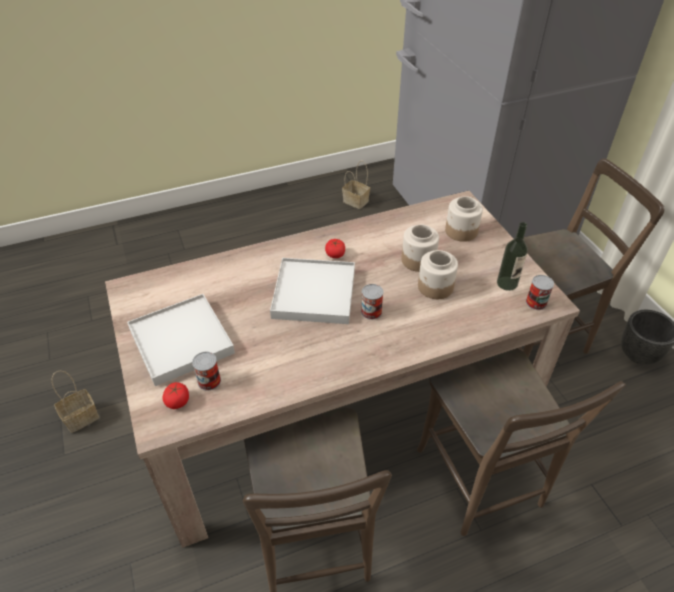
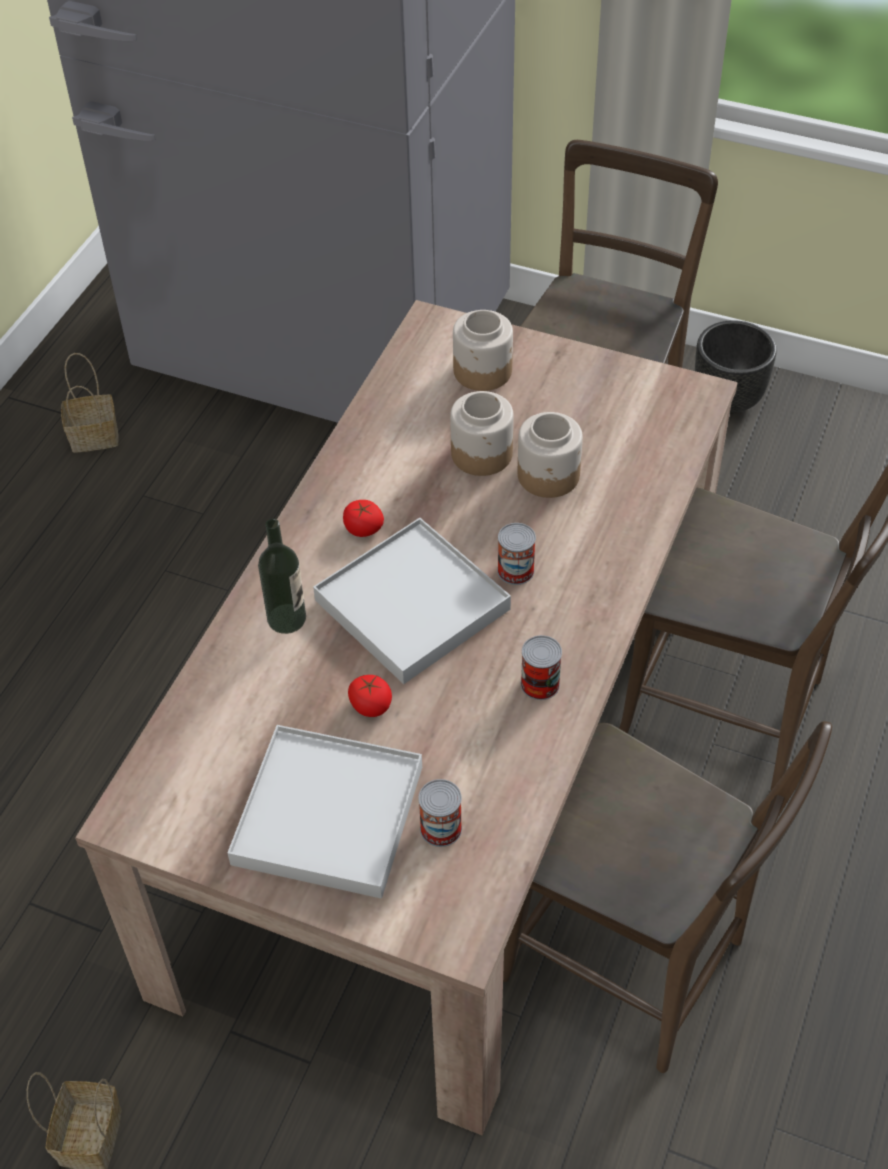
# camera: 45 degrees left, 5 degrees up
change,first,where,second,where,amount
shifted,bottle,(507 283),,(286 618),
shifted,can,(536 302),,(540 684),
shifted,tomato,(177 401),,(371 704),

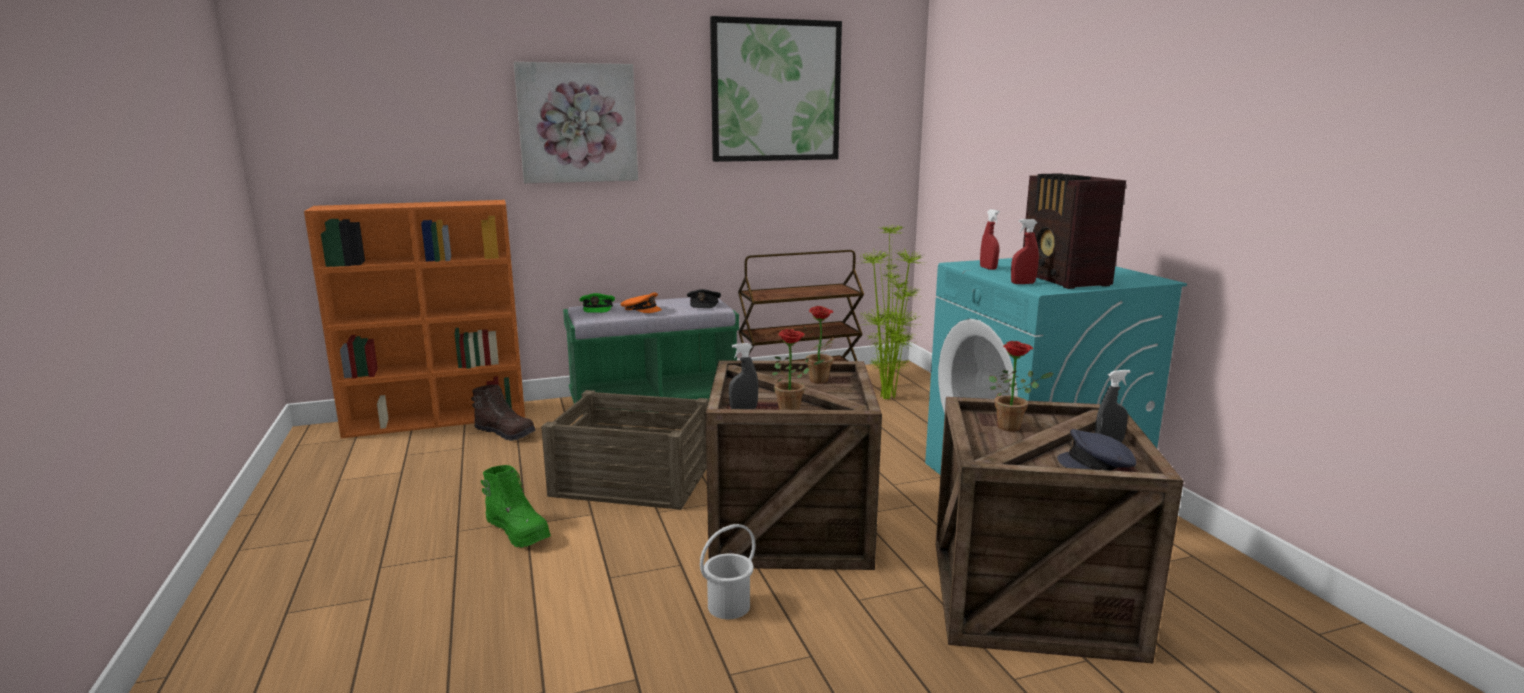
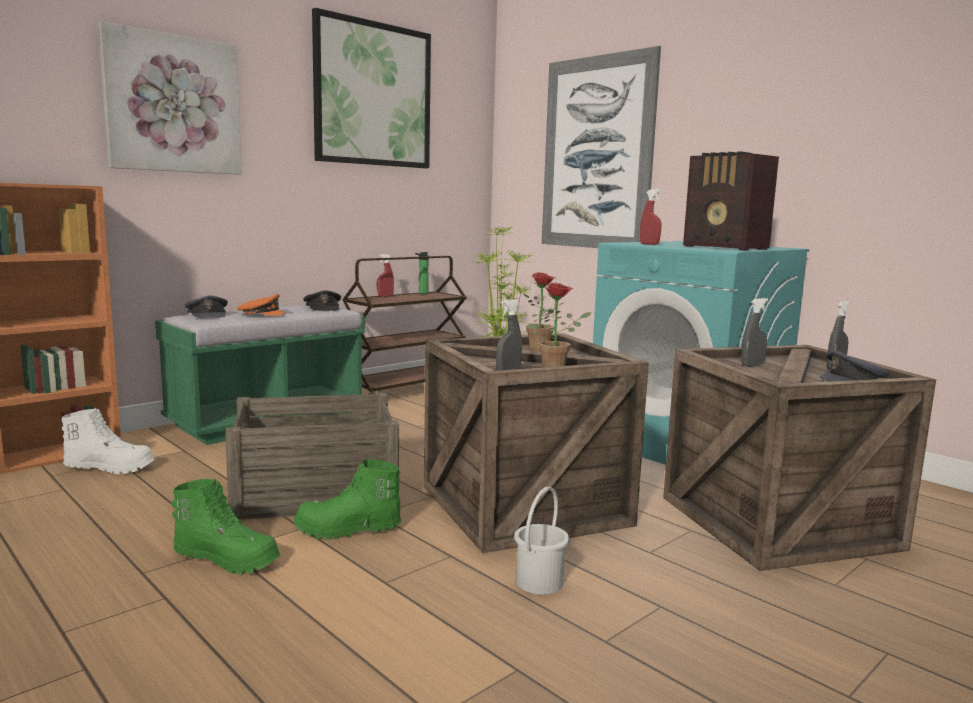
# camera: 25 degrees left, 5 degrees down
change,first,where,second,where,amount
shifted,red spray bottle,(1022 283),,(385 296),
repainted,green cap,(597 308),grey cap,(207 315),
swapped,potted plant,(1013 427),grey spray bottle,(752 365),
repainted,brown boot,(506 433),white boot,(111 467),
new,,,picture,(597 153),
new,,,bottle,(422 293),
new,,,green boot,(347 530),

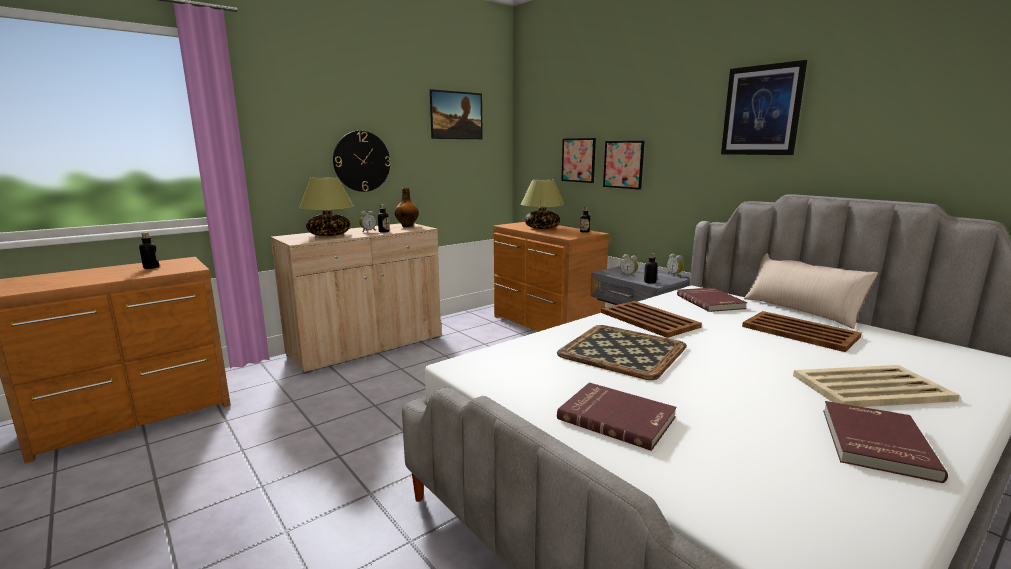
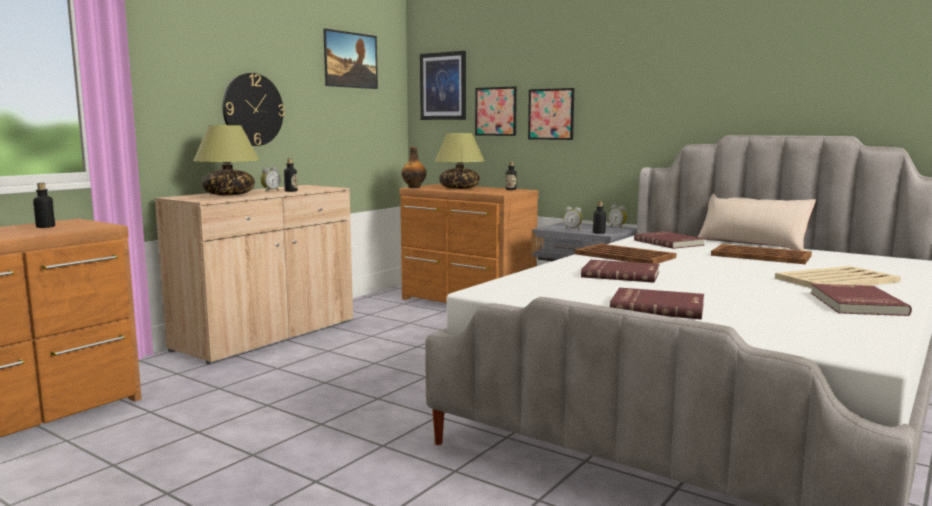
# camera: 15 degrees left, 5 degrees down
change,first,where,second,where,amount
shifted,picture,(761 110),,(443 86),
shifted,bottle,(407 226),,(414 187),
swapped,tray,(622 350),red book,(621 274),

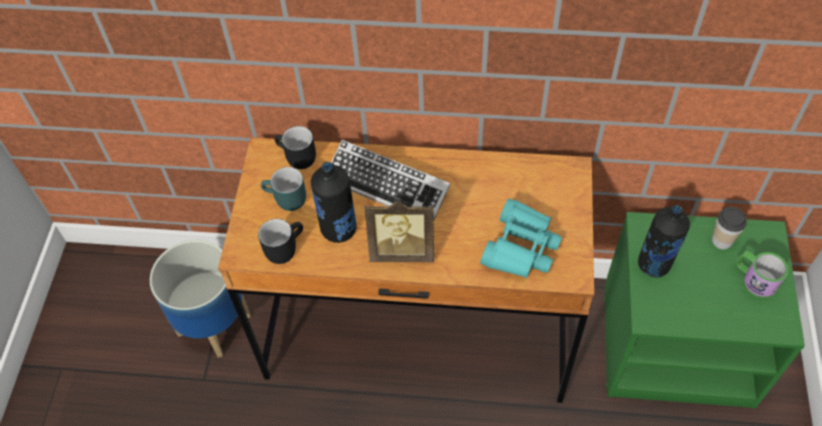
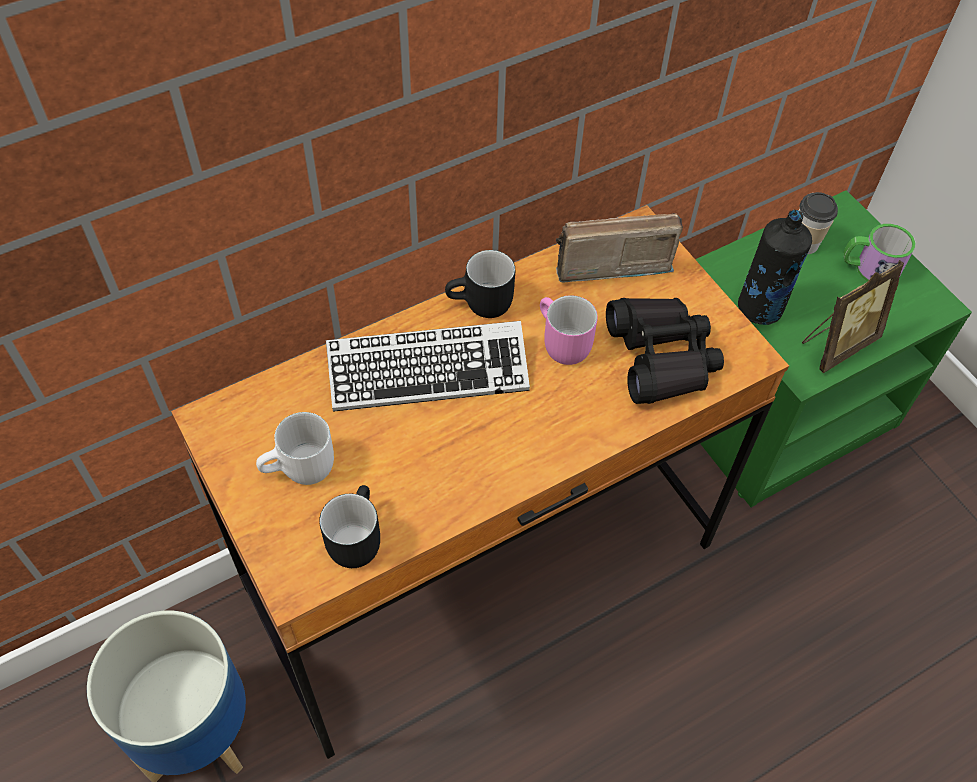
# camera: 40 degrees left, 0 degrees up
change,first,where,second,where,amount
shifted,black mug,(296 158),,(481 306),
gone,black bottle,(338 229),,,
repainted,turquoise mug,(286 201),white mug,(301 471),
repainted,turquoise binoculars,(521 247),black binoculars,(661 357),
shifted,picture frame,(402 250),,(837 344),
new,,,radio,(606 260),
new,,,pink mug,(559 344),

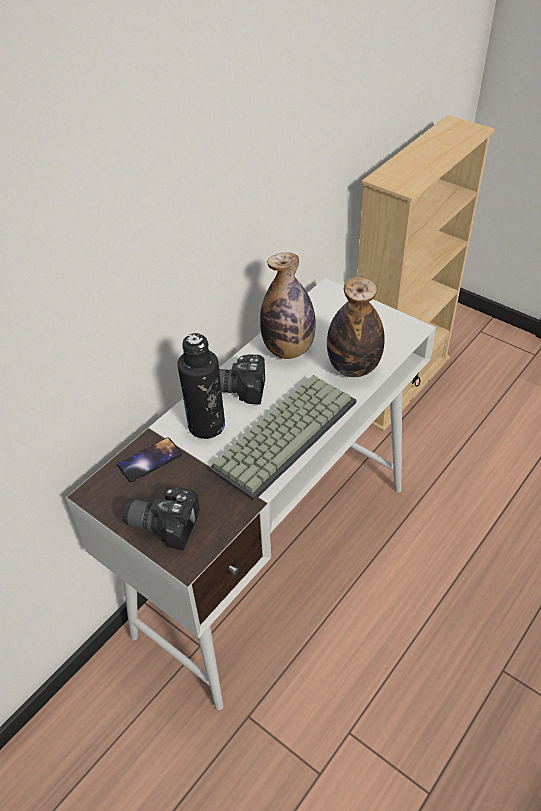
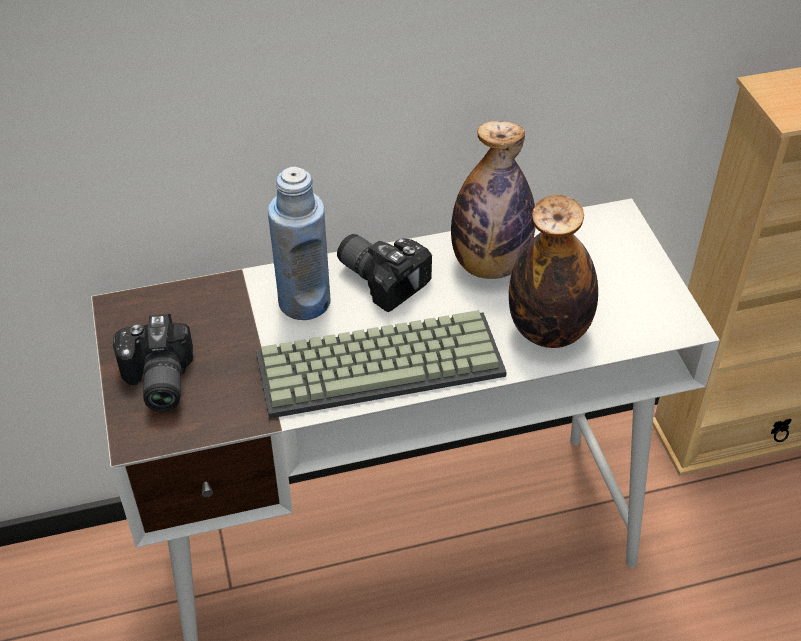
# camera: 35 degrees right, 0 degrees up
change,first,where,second,where,amount
repainted,black bottle,(206 425),blue bottle,(304 302),
gone,phone,(149 460),,,
rotated,photo camera,(163 522),,(155 381),150 degrees counterclockwise

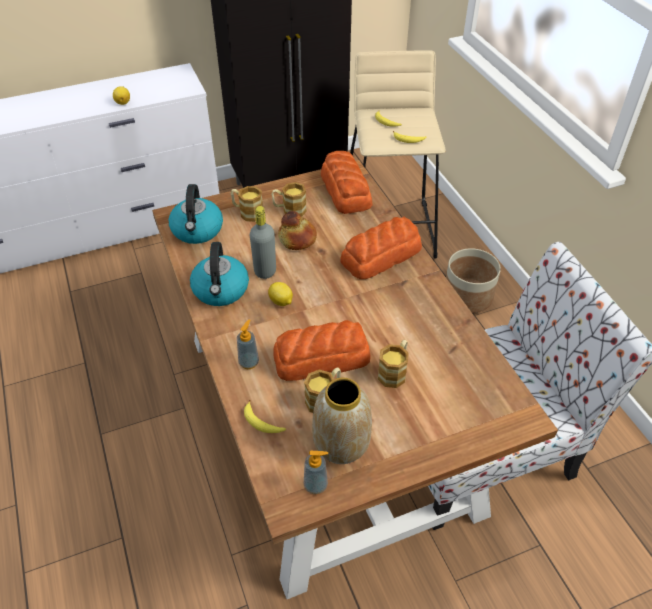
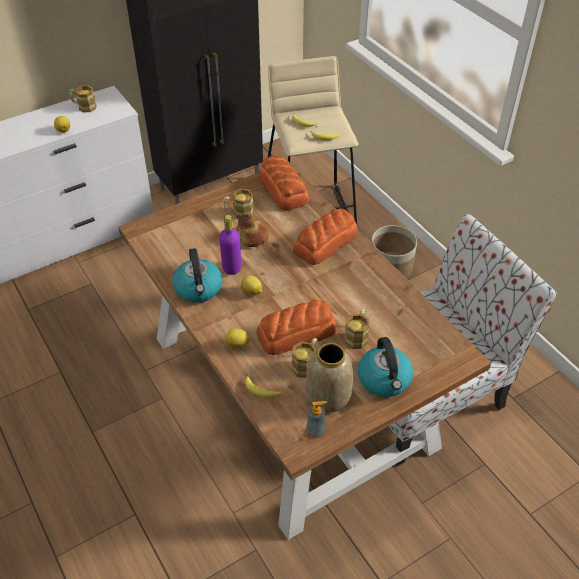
# camera: 10 degrees left, 0 degrees up
change,first,where,second,where,amount
shifted,kettle,(197 230),,(384 380),
shifted,mug,(247 212),,(84 106),
repainted,grey bottle,(265 271),purple bottle,(231 268),
swapped,soap dispenser,(249 362),lemon,(238 345),

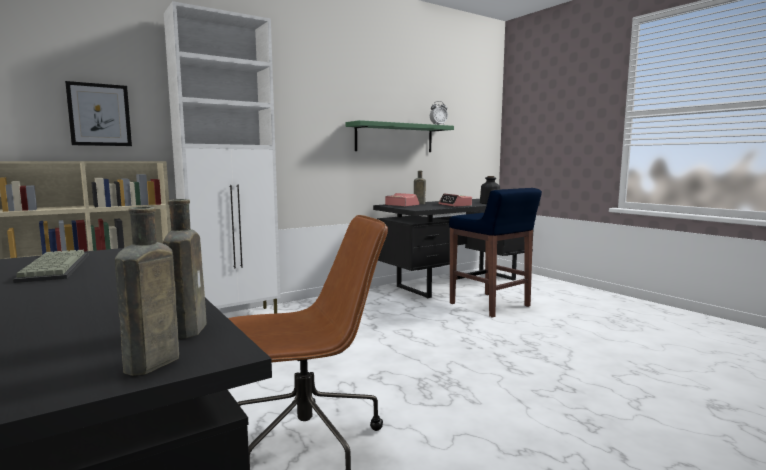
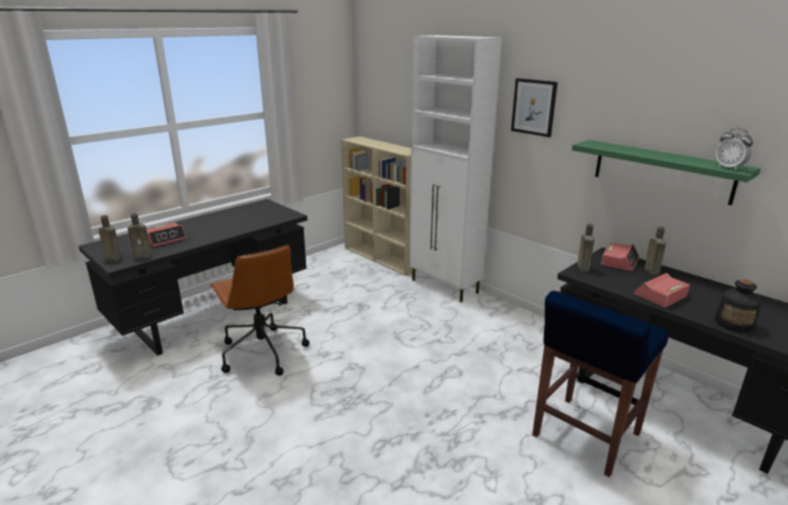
# camera: 80 degrees right, 15 degrees up
change,first,where,second,where,amount
shifted,picture,(99 115),,(534 107),
gone,keyboard,(53 267),,,
new,,,alarm clock,(165 239),
new,,,brown bottle,(582 267),

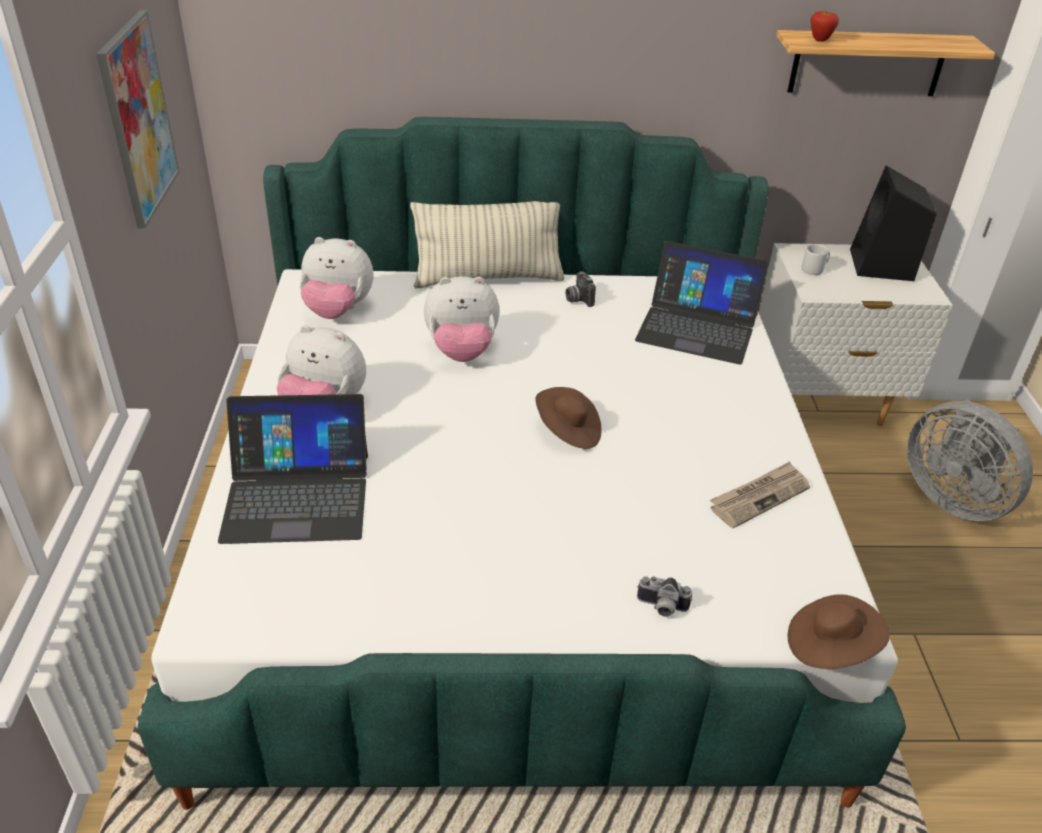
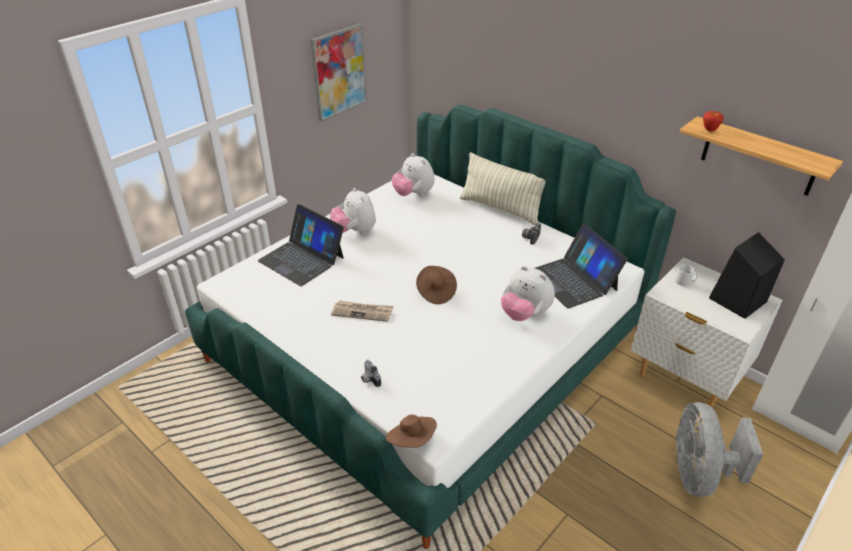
# camera: 45 degrees right, 0 degrees up
change,first,where,second,where,amount
shifted,plush toy,(462 352),,(524 314),
shifted,newspaper,(759 496),,(362 312),

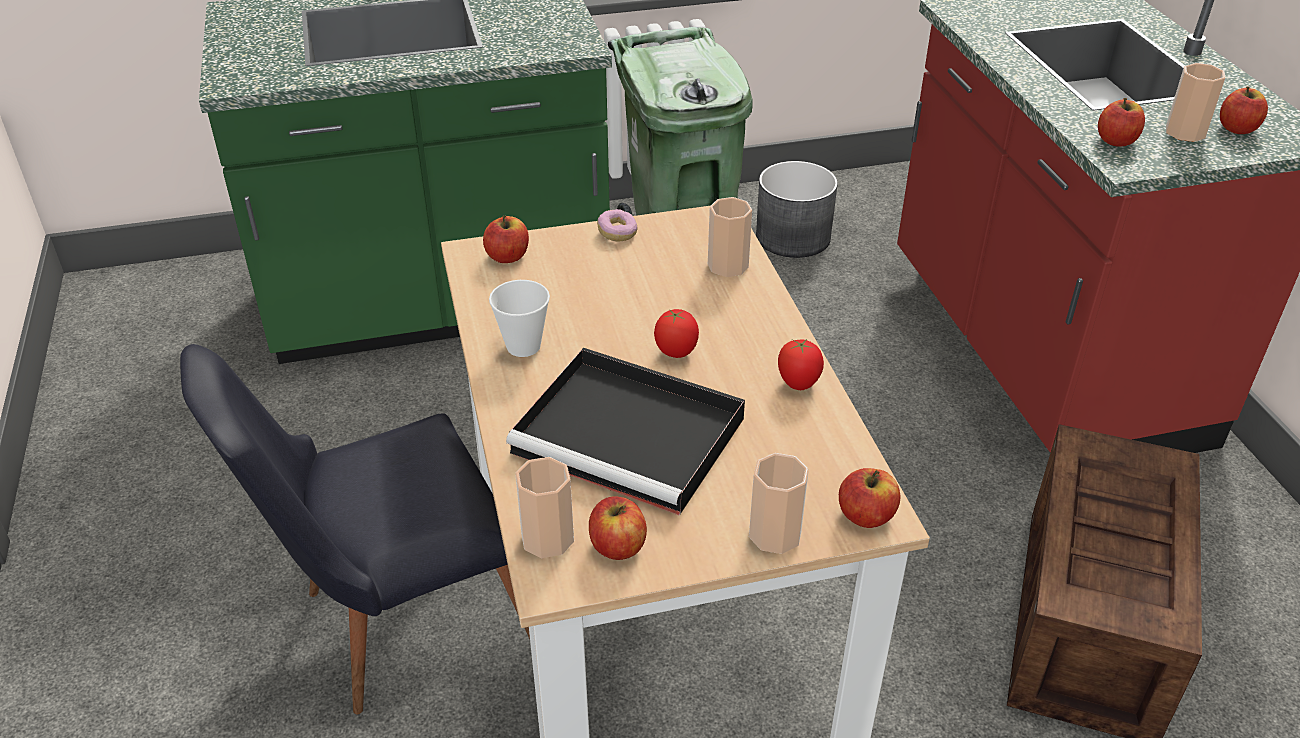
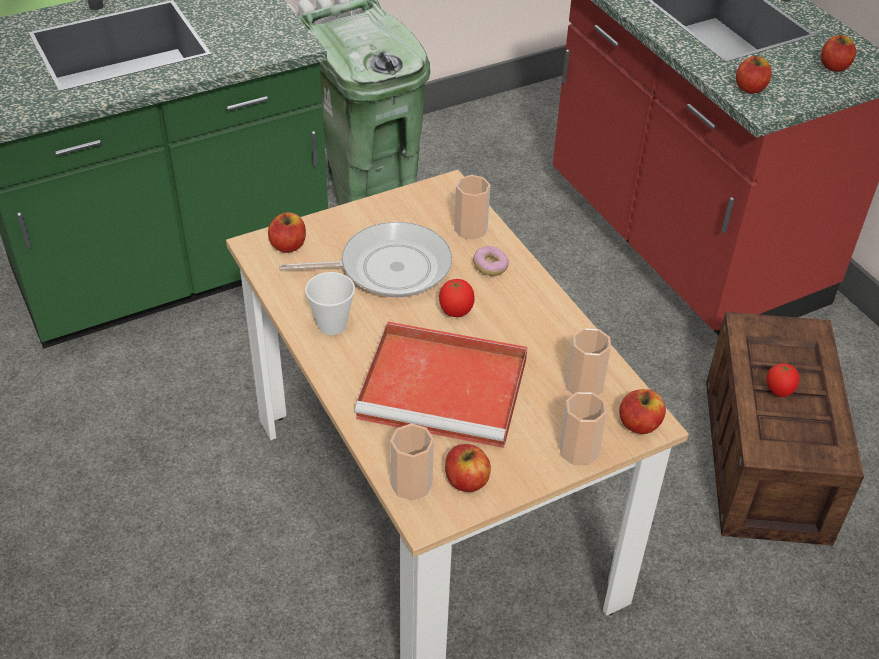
# camera: 15 degrees left, 5 degrees up
change,first,where,second,where,amount
shifted,cup,(1185 132),,(584 385),
gone,grey planter,(793 237),,,
shifted,donut,(617 233),,(490 267),
shifted,tomato,(798 384),,(779 392),
gone,black chair,(396 623),,,
repainted,black tray,(633 436),red tray,(446 389),
new,,,frying pan,(388 268),

